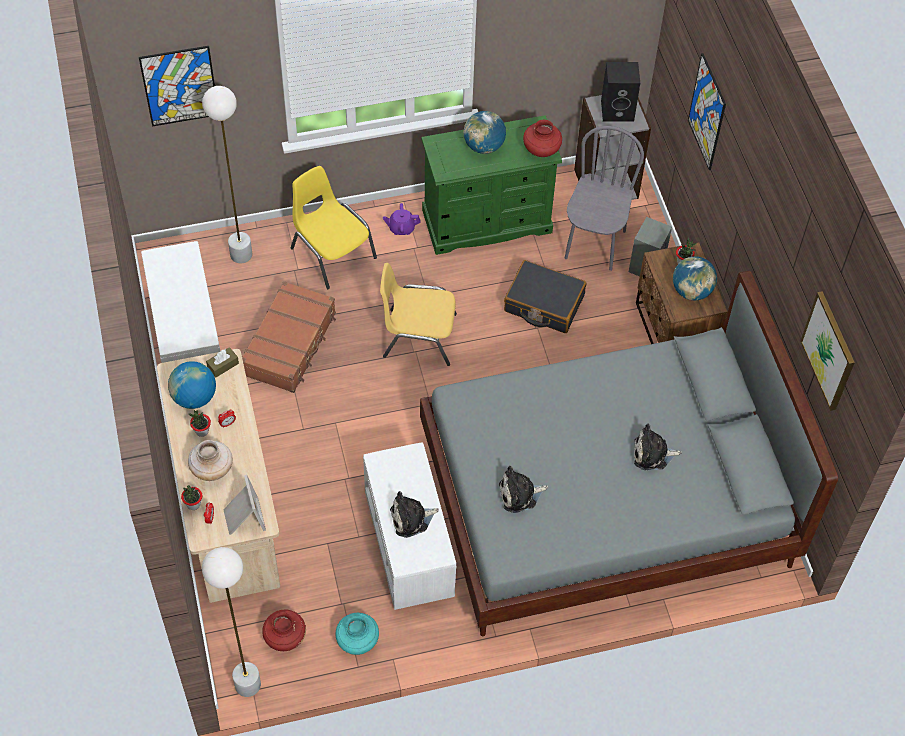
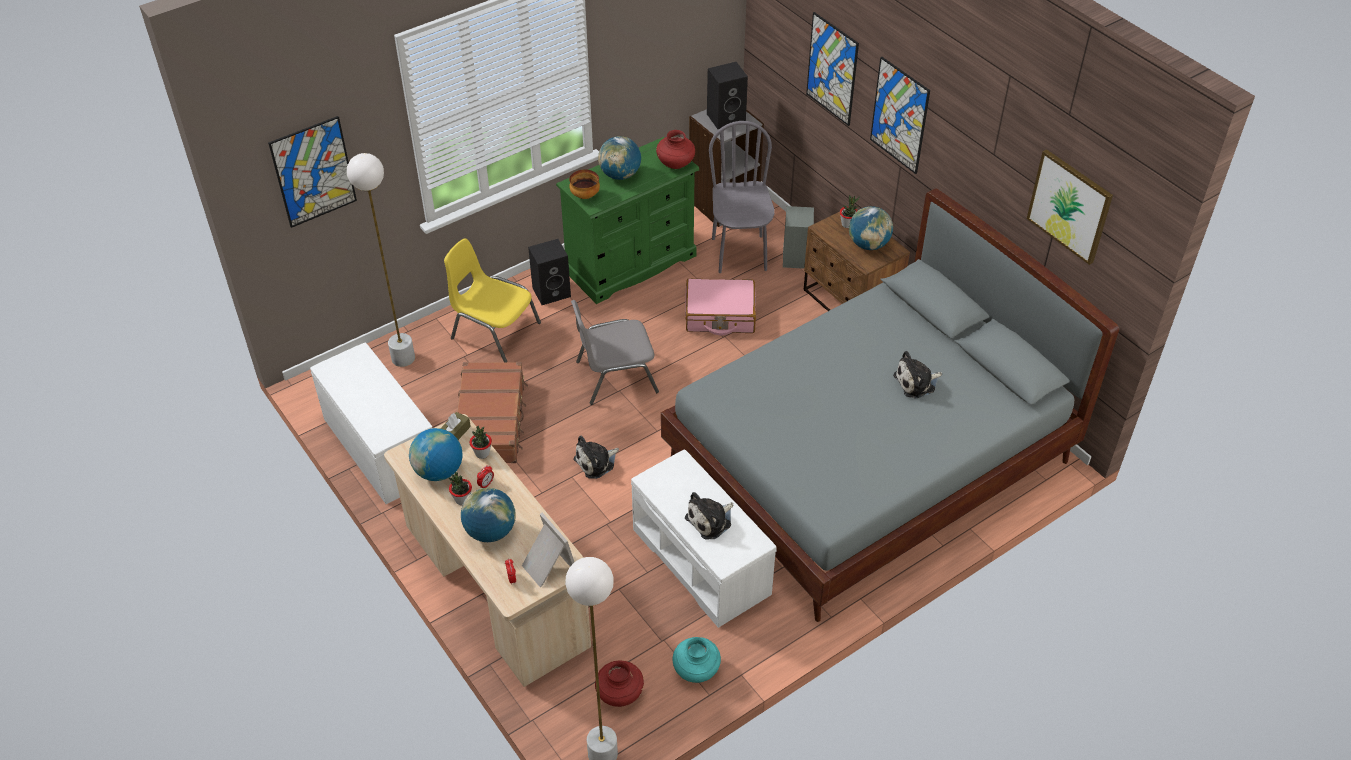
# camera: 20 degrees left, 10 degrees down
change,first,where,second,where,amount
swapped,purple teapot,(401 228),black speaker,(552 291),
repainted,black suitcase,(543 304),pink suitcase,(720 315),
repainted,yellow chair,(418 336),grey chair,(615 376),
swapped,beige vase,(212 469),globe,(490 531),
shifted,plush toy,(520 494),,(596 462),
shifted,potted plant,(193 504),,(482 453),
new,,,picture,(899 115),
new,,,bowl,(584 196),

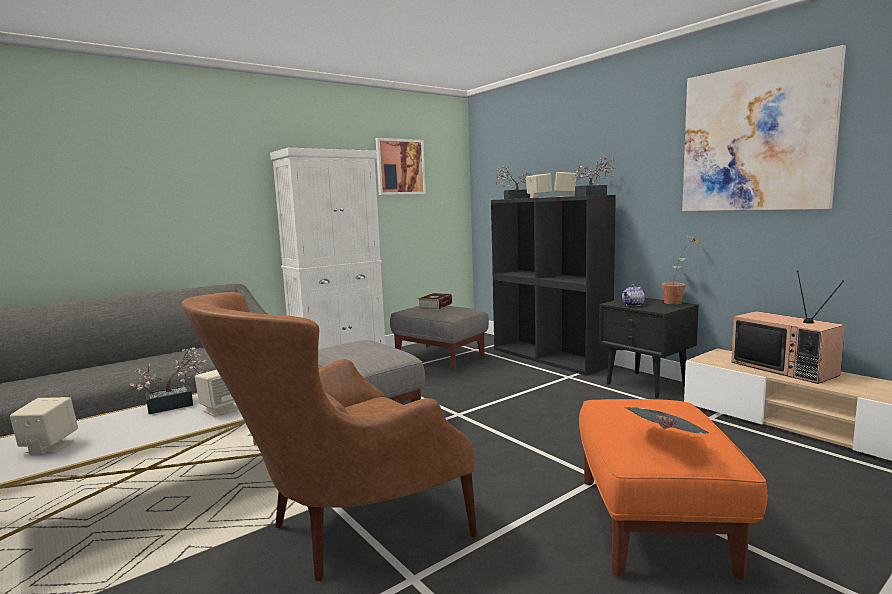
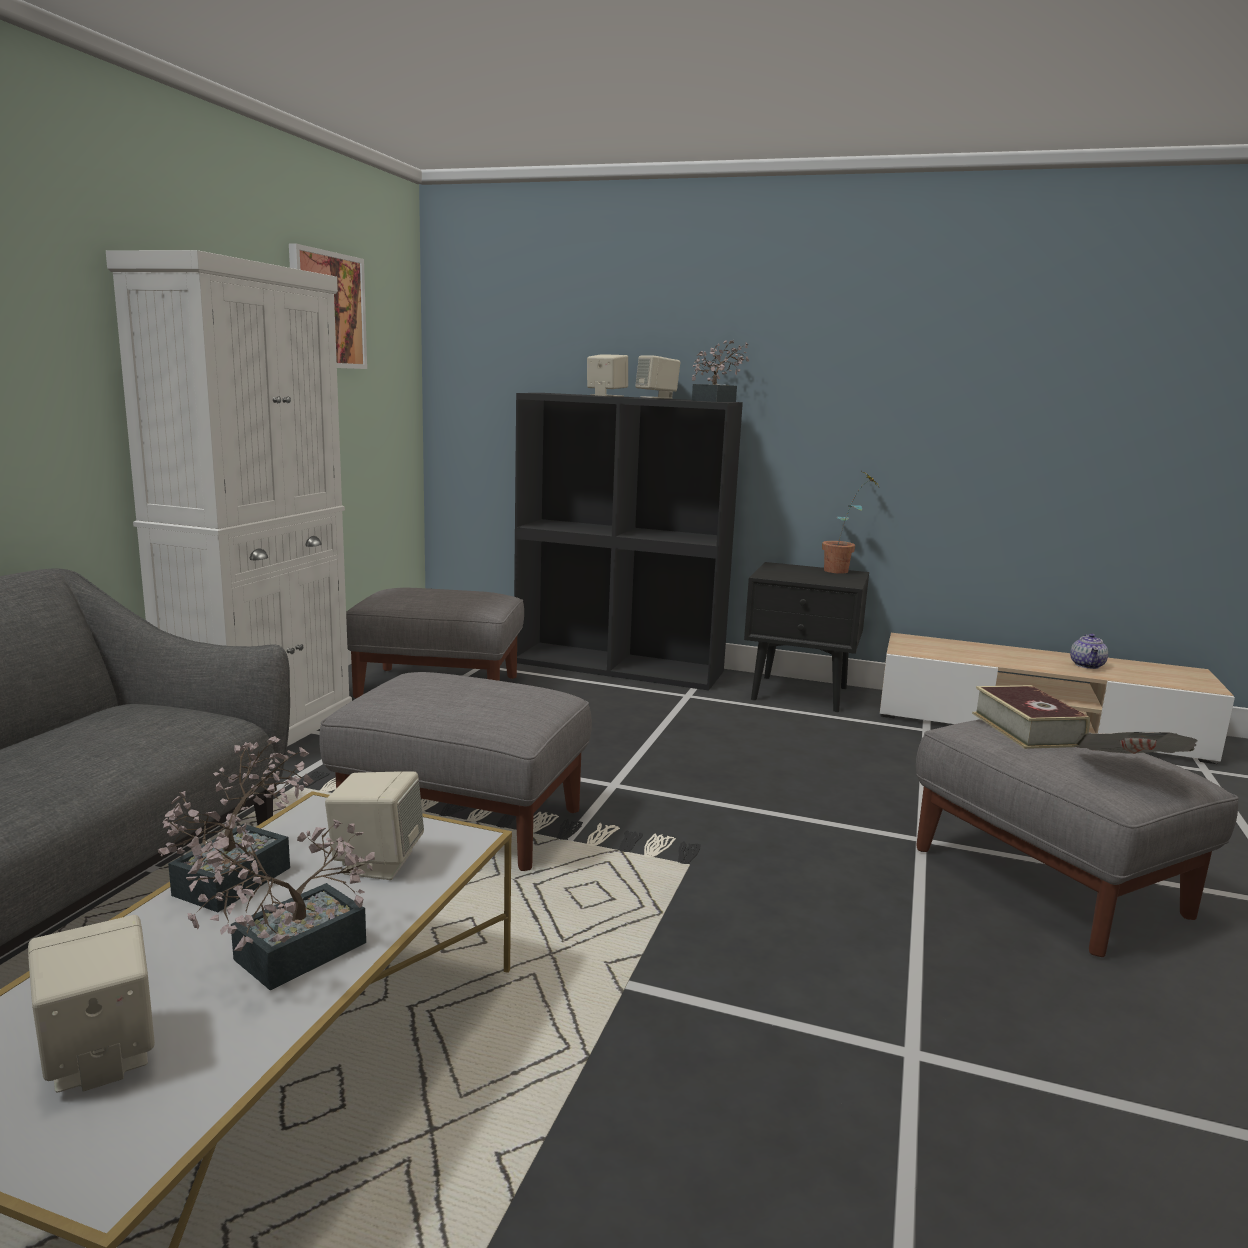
# camera: 35 degrees left, 5 degrees up
change,first,where,second,where,amount
gone,picture,(755 138),,,
shifted,potted plant,(514 198),,(286 956),
gone,television,(785 368),,,
shifted,teapot,(633 305),,(1087 665),
gone,brown armchair,(342 532),,,
shifted,book,(435 306),,(1026 729),
repainted,orange ottoman,(654 525),grey ottoman,(1049 883),

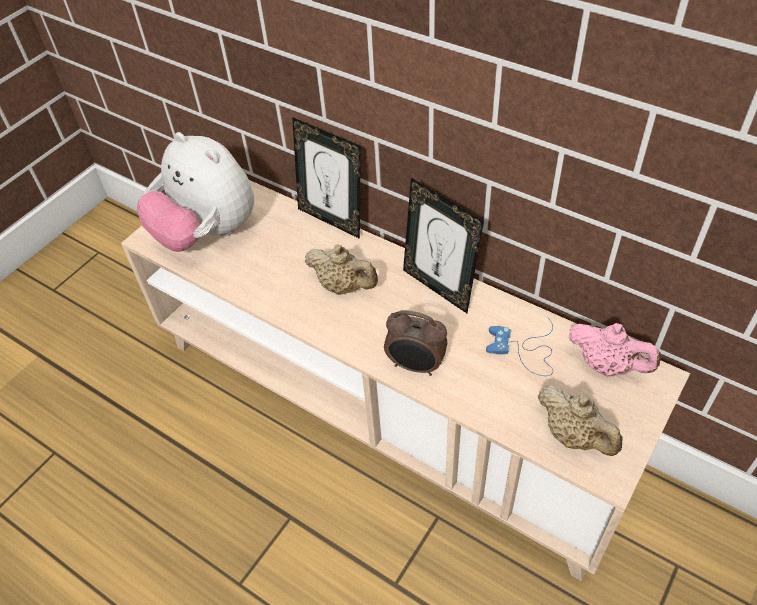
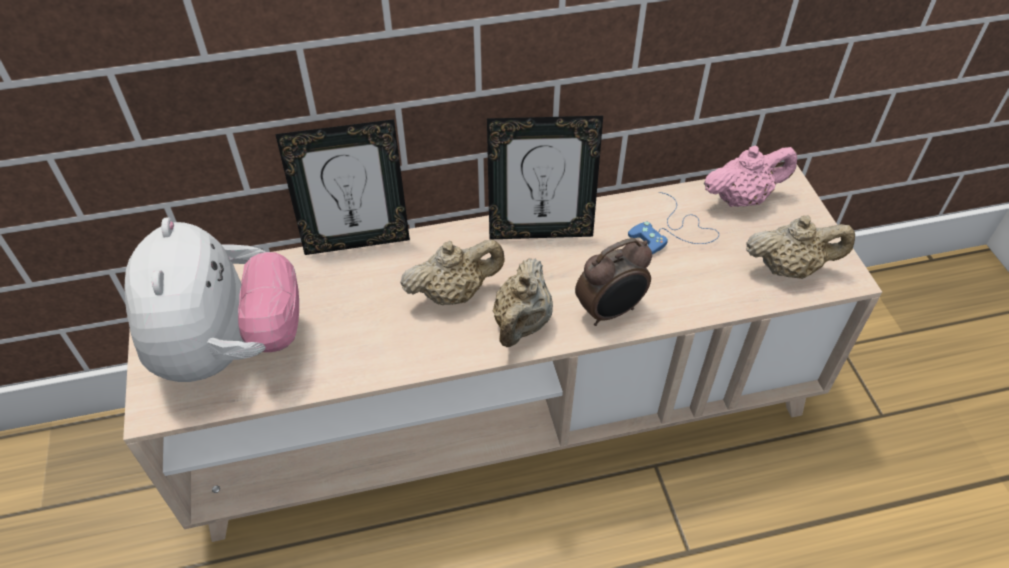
# camera: 50 degrees left, 0 degrees up
change,first,where,second,where,amount
rotated,plush toy,(207 233),,(230 349),90 degrees counterclockwise
new,,,beige teapot,(521 324),

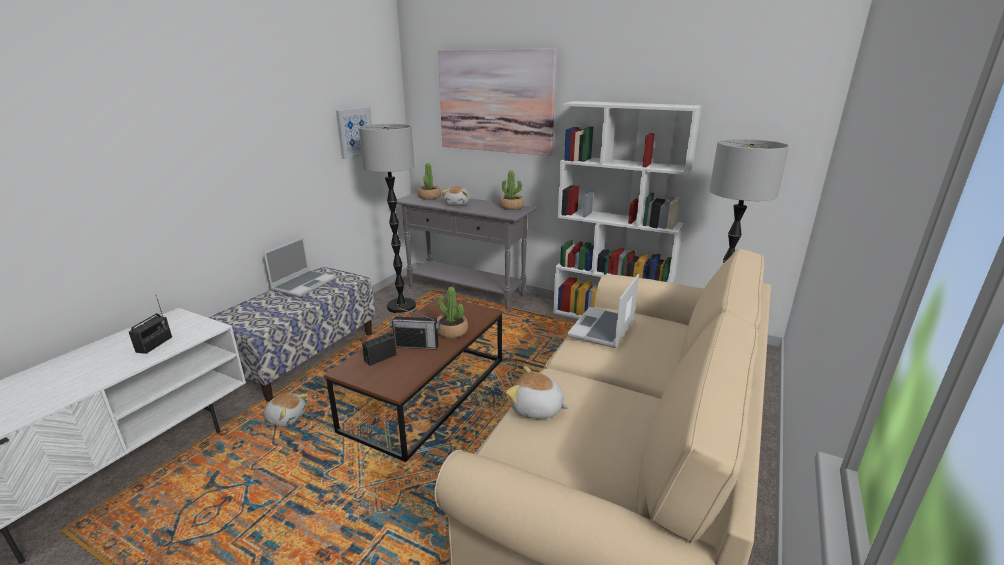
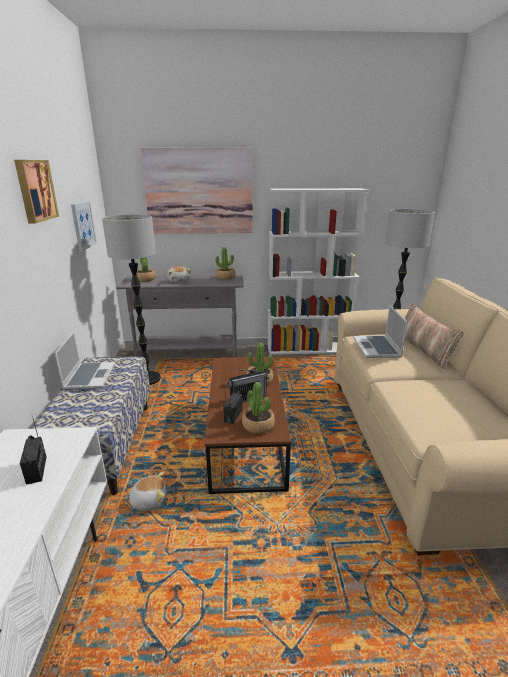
# camera: 30 degrees left, 0 degrees up
change,first,where,second,where,amount
gone,plush toy,(536 409),,,
new,,,picture,(35 190),
new,,,pillow,(424 349),
new,,,potted plant,(258 425),

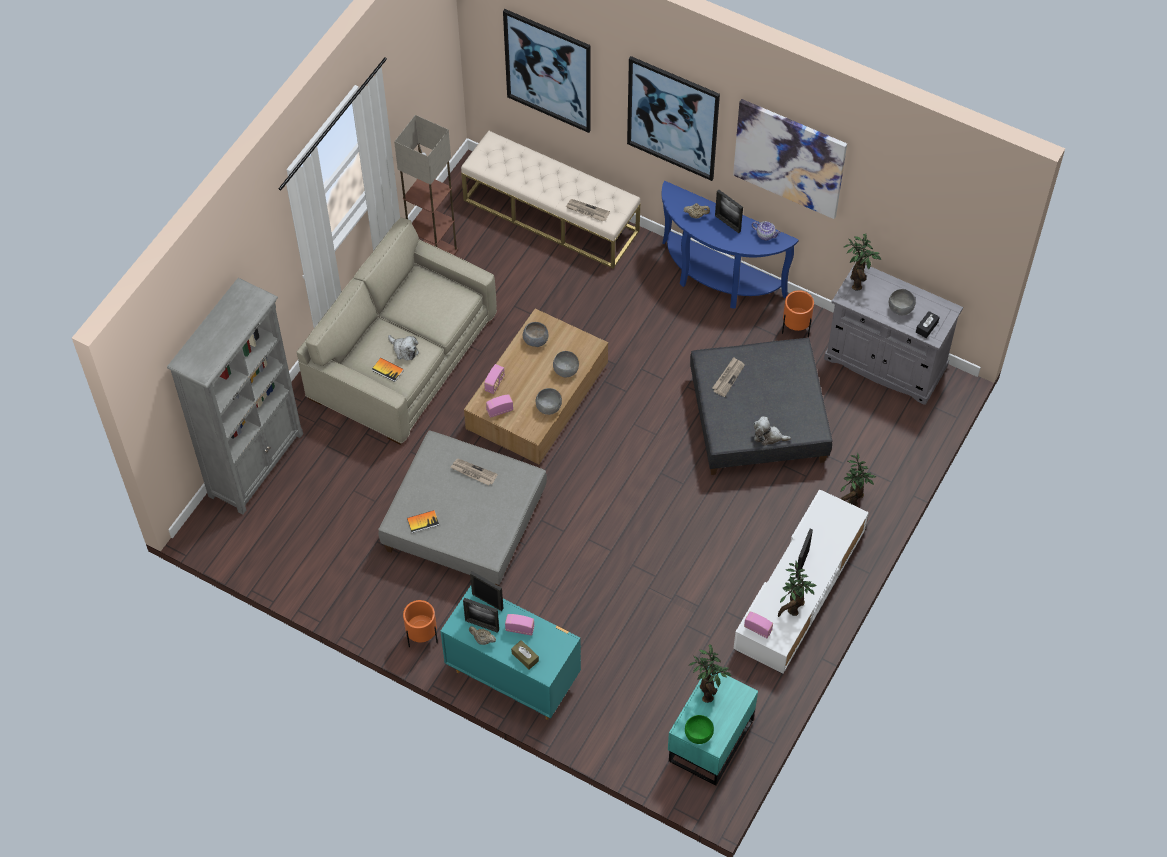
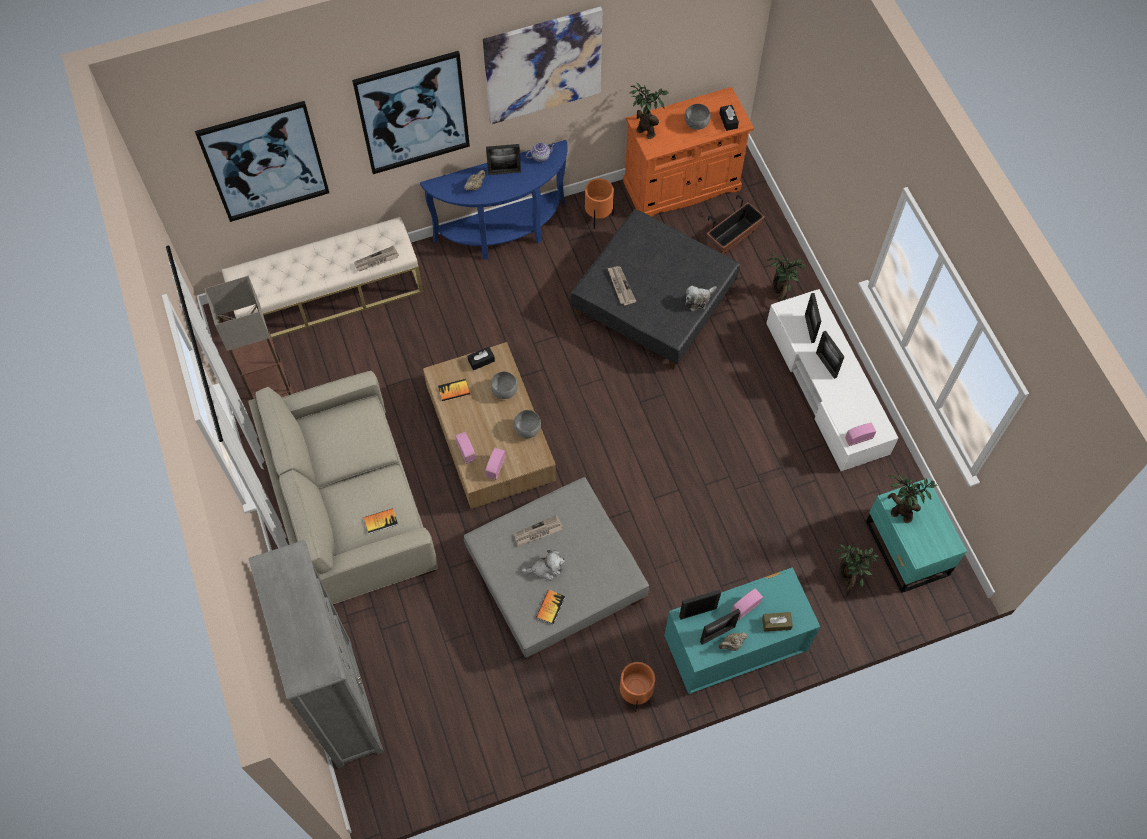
# camera: 50 degrees left, 5 degrees up
change,first,where,second,where,amount
repainted,grey cabinet,(885 363),orange cabinet,(682 186),
swapped,grey bowl,(535 340),book,(454 390),
shifted,plush toy,(404 350),,(546 568),
shifted,potted plant,(793 608),,(847 579),
gone,green bowl,(699 735),,,
new,,,planter,(732 237),
new,,,picture frame,(809 328),
new,,,black tissue box,(481 361),

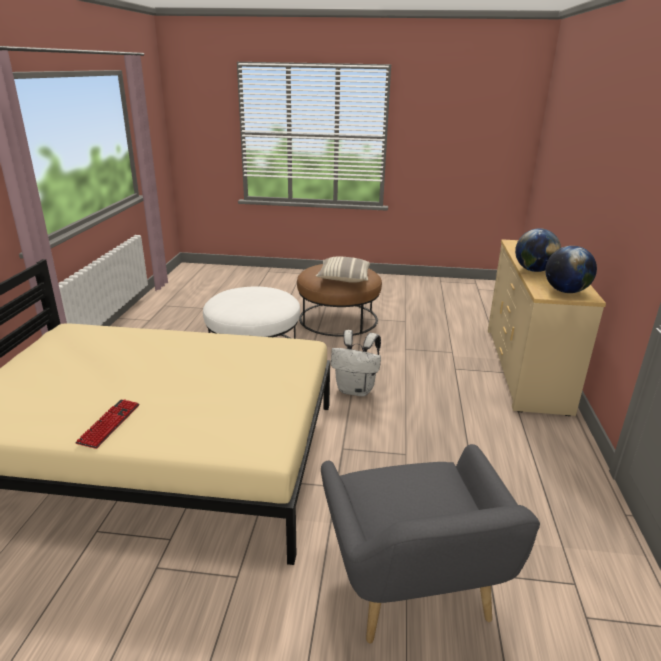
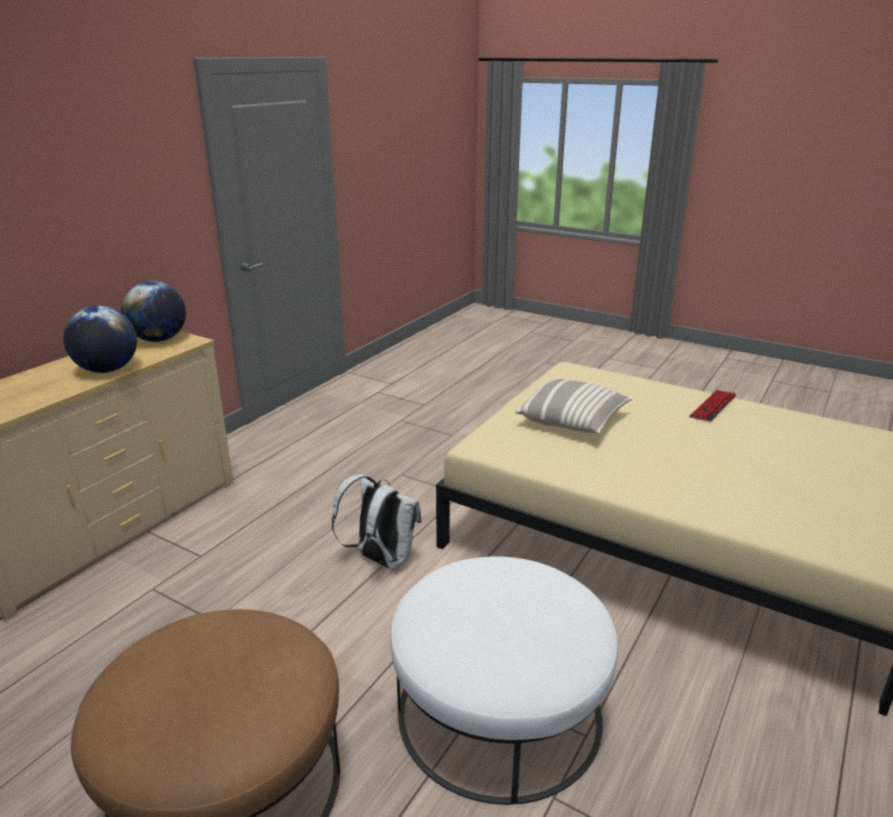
# camera: 155 degrees left, 0 degrees up
change,first,where,second,where,amount
shifted,pillow,(343 278),,(573 420),
gone,grey armchair,(414 590),,,

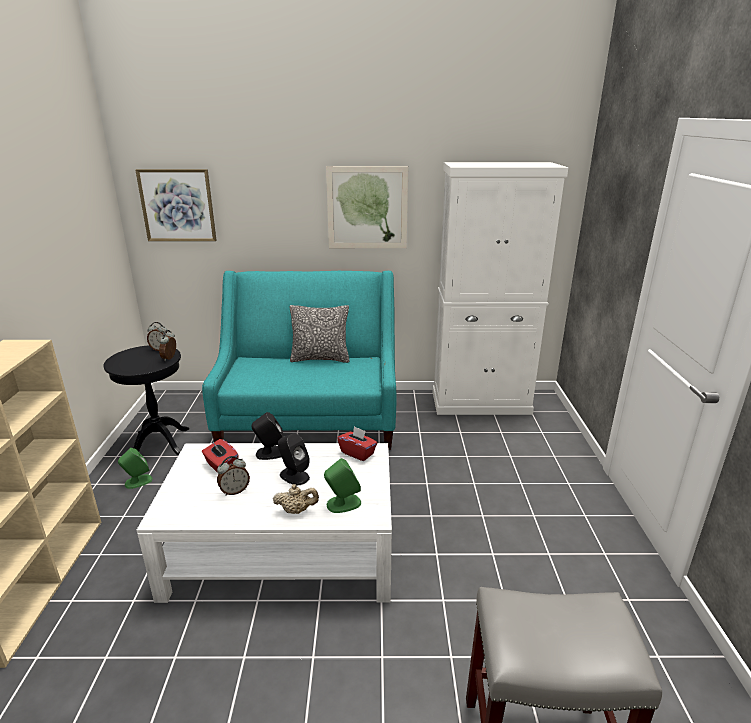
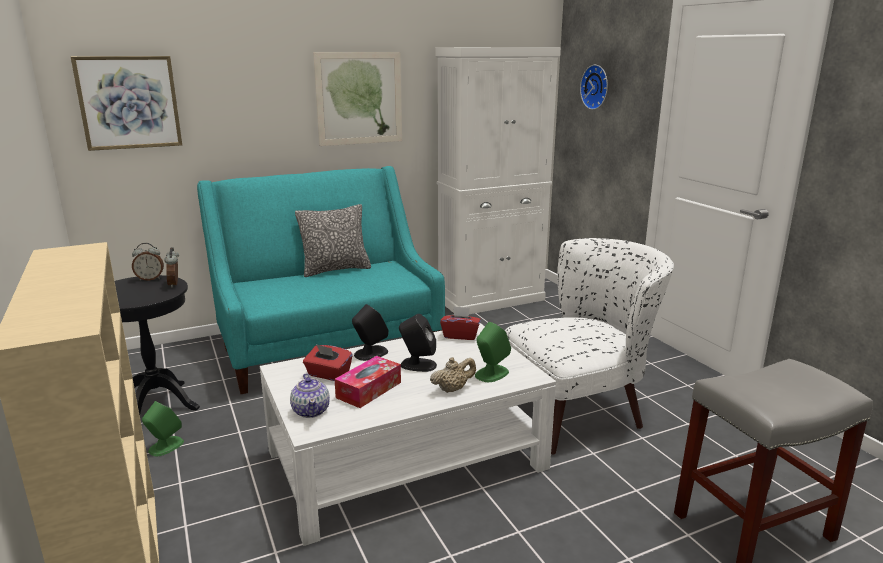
# camera: 25 degrees left, 5 degrees down
change,first,where,second,where,amount
swapped,alarm clock,(234 491),tissue box,(369 390),
new,,,wall clock,(596 87),
new,,,white armchair,(580 409),
new,,,teapot,(311 411),

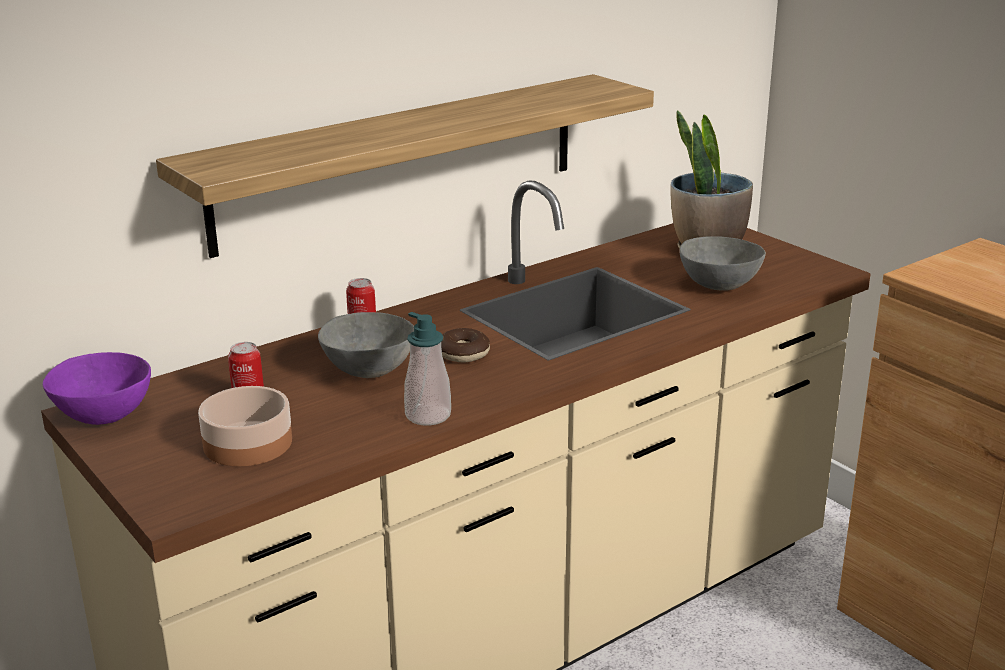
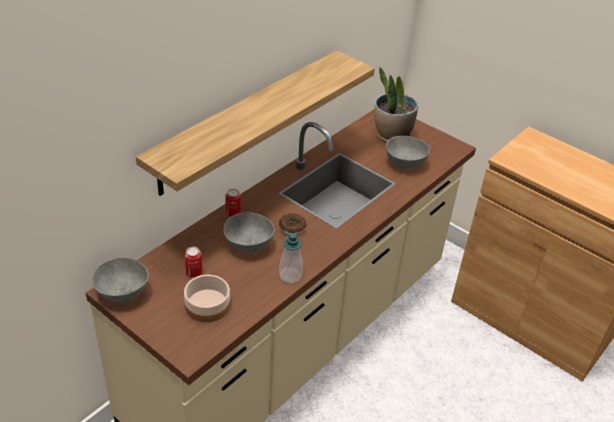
# camera: 15 degrees left, 15 degrees up
change,first,where,second,where,amount
repainted,purple bowl,(104 416),grey bowl,(123 294),

